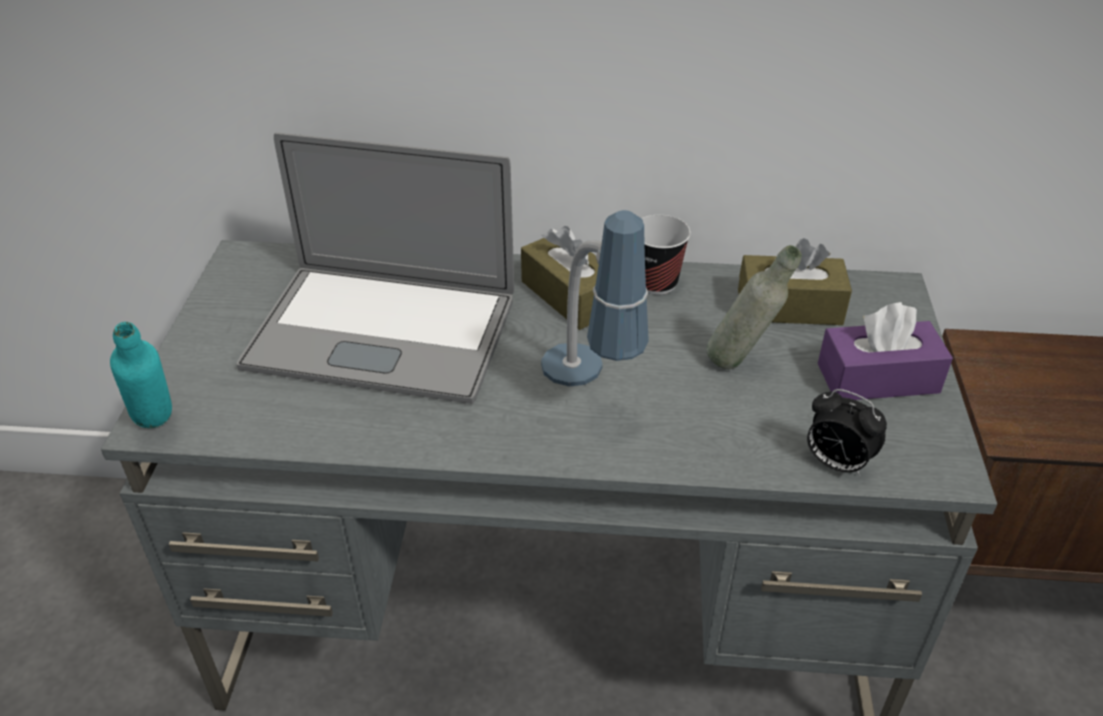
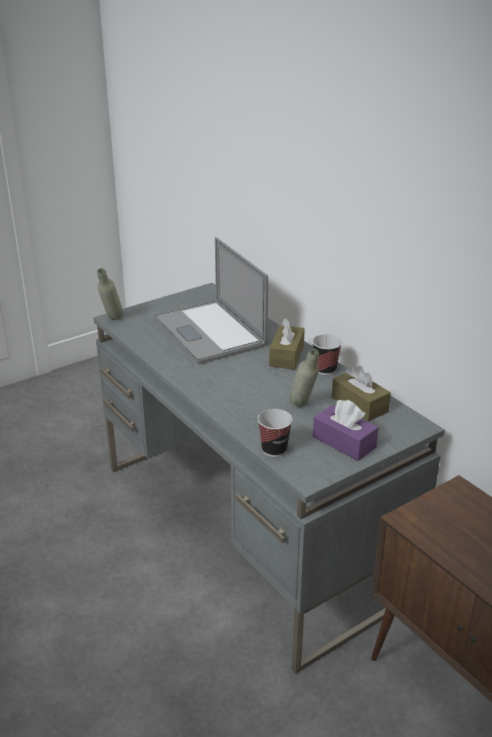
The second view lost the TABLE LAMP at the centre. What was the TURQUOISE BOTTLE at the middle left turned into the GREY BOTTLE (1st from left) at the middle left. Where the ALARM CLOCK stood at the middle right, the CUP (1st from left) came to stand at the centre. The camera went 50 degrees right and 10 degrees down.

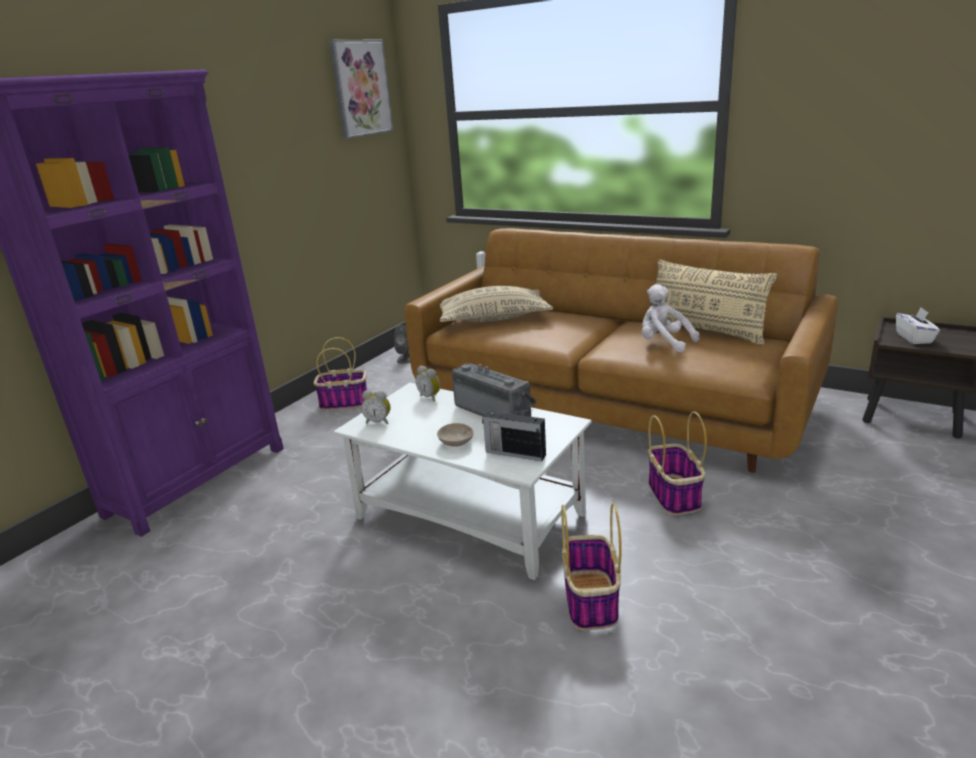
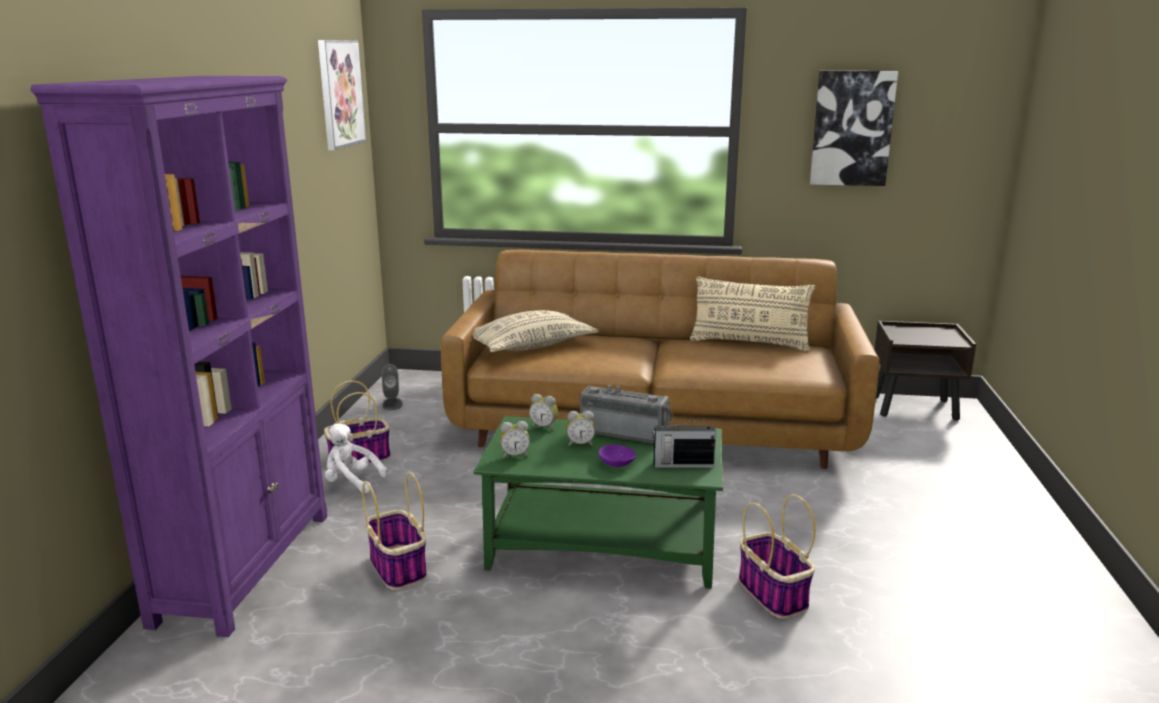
The WHITE PLUSH TOY ended up elsewhere, having gone from the middle right to the middle left. The second view lost the WHITE TISSUE BOX at the middle right. What was the WHITE COFFEE TABLE at the centre turned into the GREEN COFFEE TABLE at the bottom centre. The BASKET (3rd from left in the first image) ended up elsewhere, having gone from the middle right to the bottom centre. What was the BEIGE BOWL at the centre turned into the PURPLE BOWL at the centre. The second view gained the PICTURE (2nd from left) at the top right. The second view gained the ALARM CLOCK (3rd from left) at the centre. The camera went 25 degrees left and 5 degrees down.

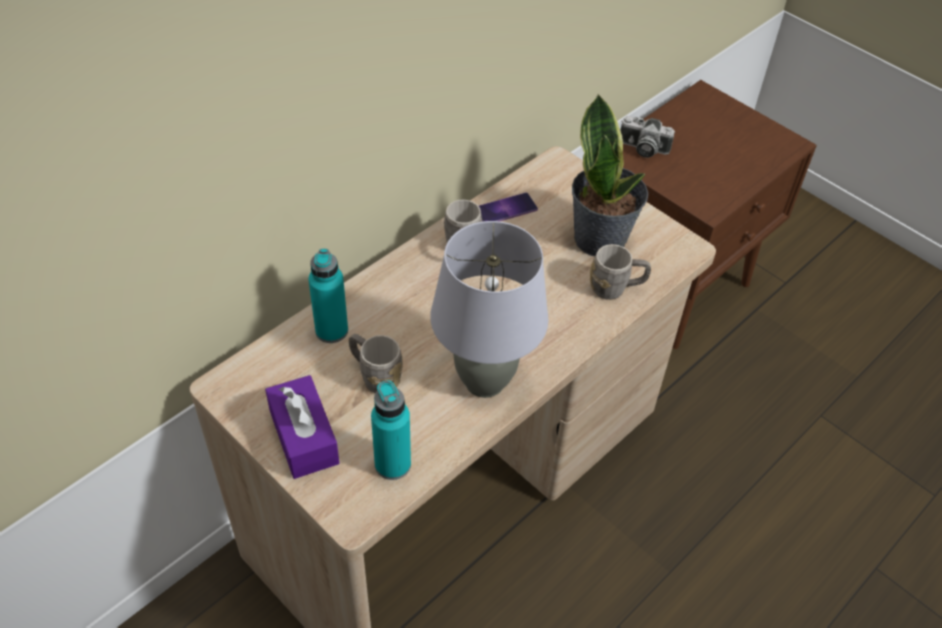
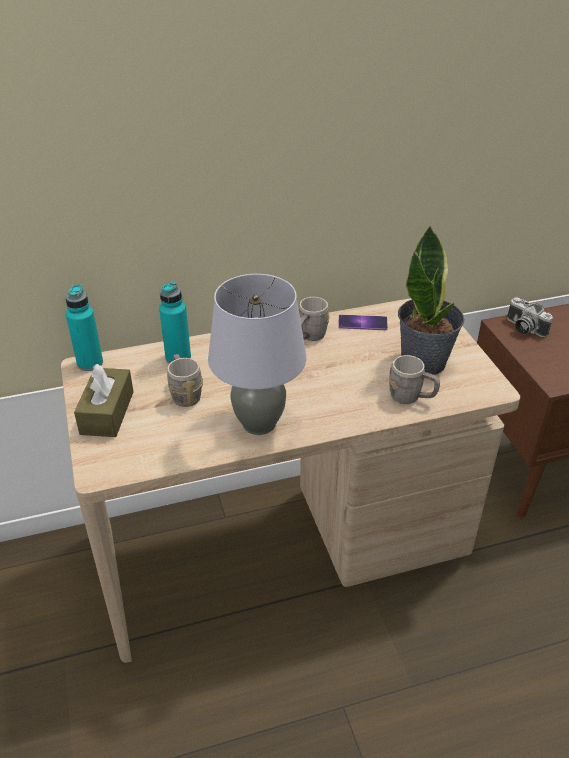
What was the PURPLE TISSUE BOX at the bottom left turned into the BROWN TISSUE BOX at the middle left. The TURQUOISE BOTTLE (2nd from left in the first image) ended up elsewhere, having gone from the bottom centre to the middle left. The camera went 30 degrees right and 10 degrees down.

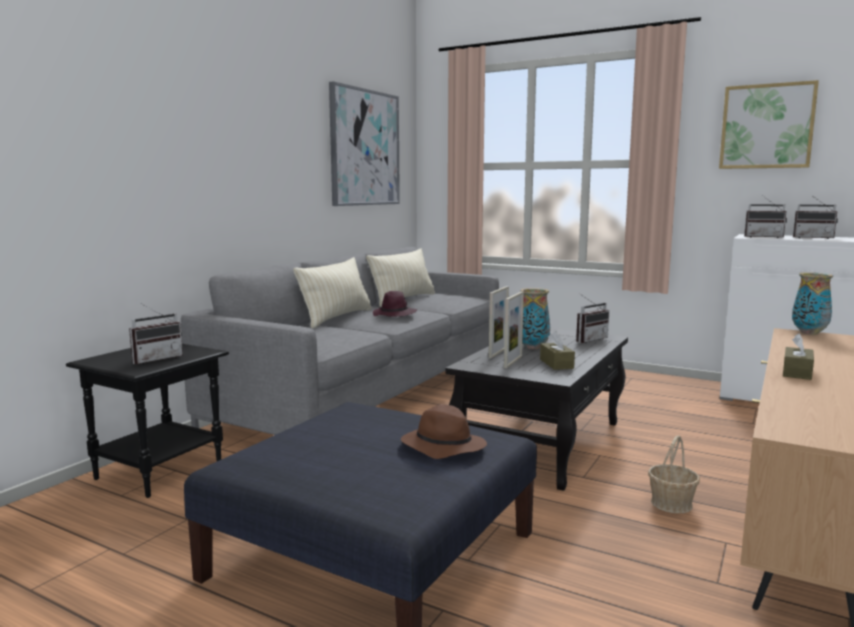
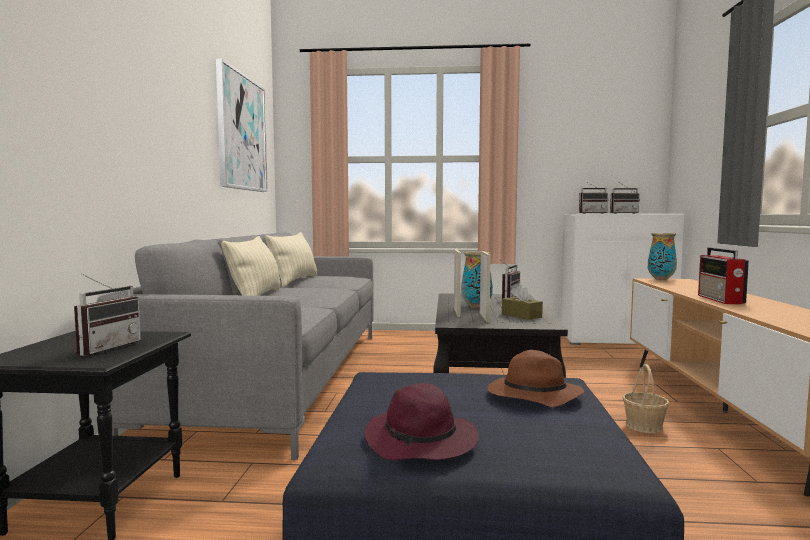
The second view lost the PICTURE (2nd from left) at the top right. The PURPLE HAT ended up elsewhere, having gone from the centre to the bottom centre. Where the BROWN TISSUE BOX (2nd from left) stood at the middle right, the RADIO (5th from left) came to stand at the middle right. The camera went 25 degrees left and 5 degrees down.

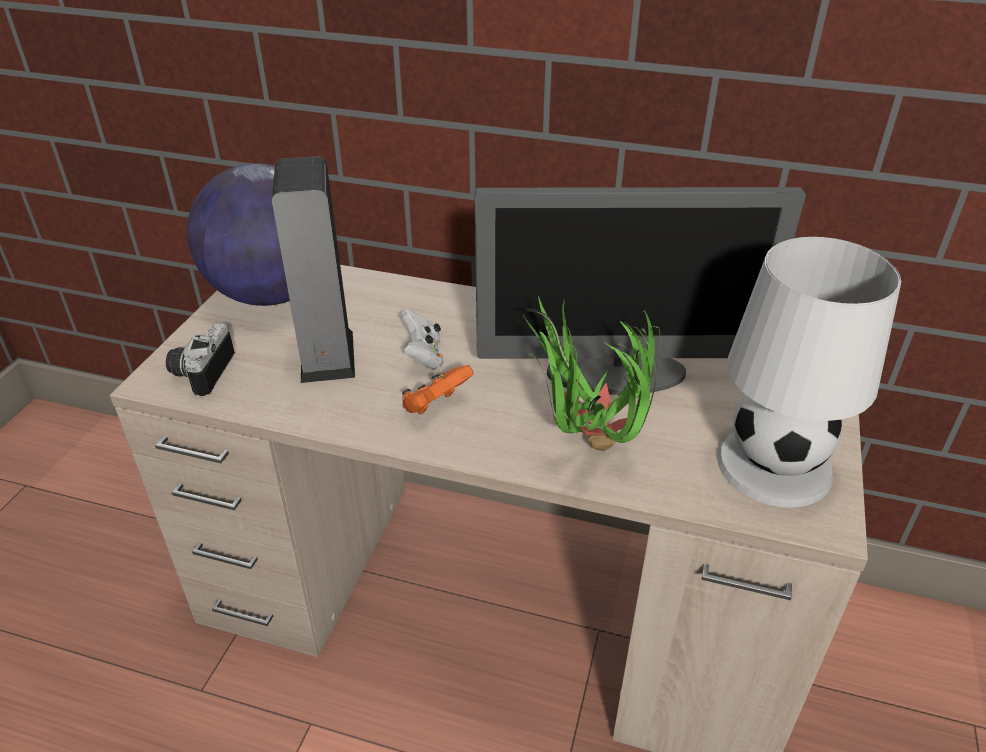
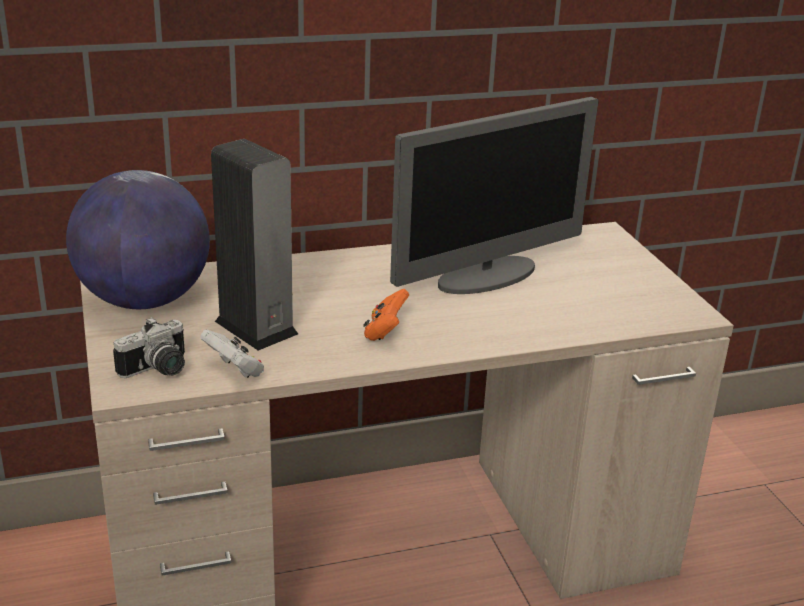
The second view lost the WHITE TABLE LAMP at the middle right. The second view lost the POTTED PLANT at the centre. The WHITE GAME CONTROLLER ended up elsewhere, having gone from the centre to the middle left. The PHOTO CAMERA at the middle left ended up facing another way, 105 degrees counterclockwise from before. The camera went 35 degrees left and 10 degrees down.

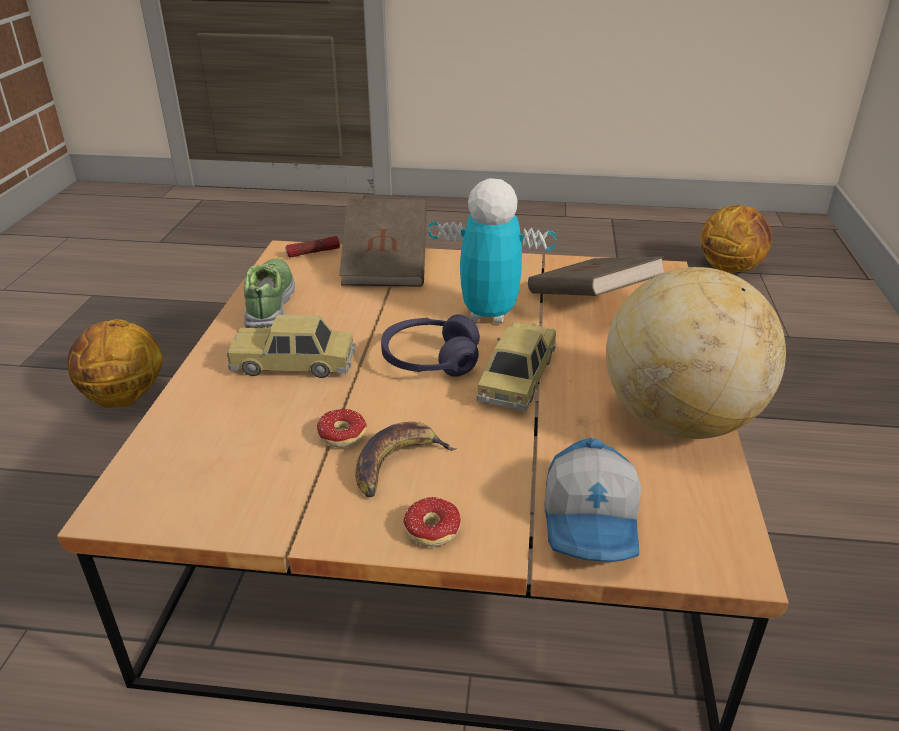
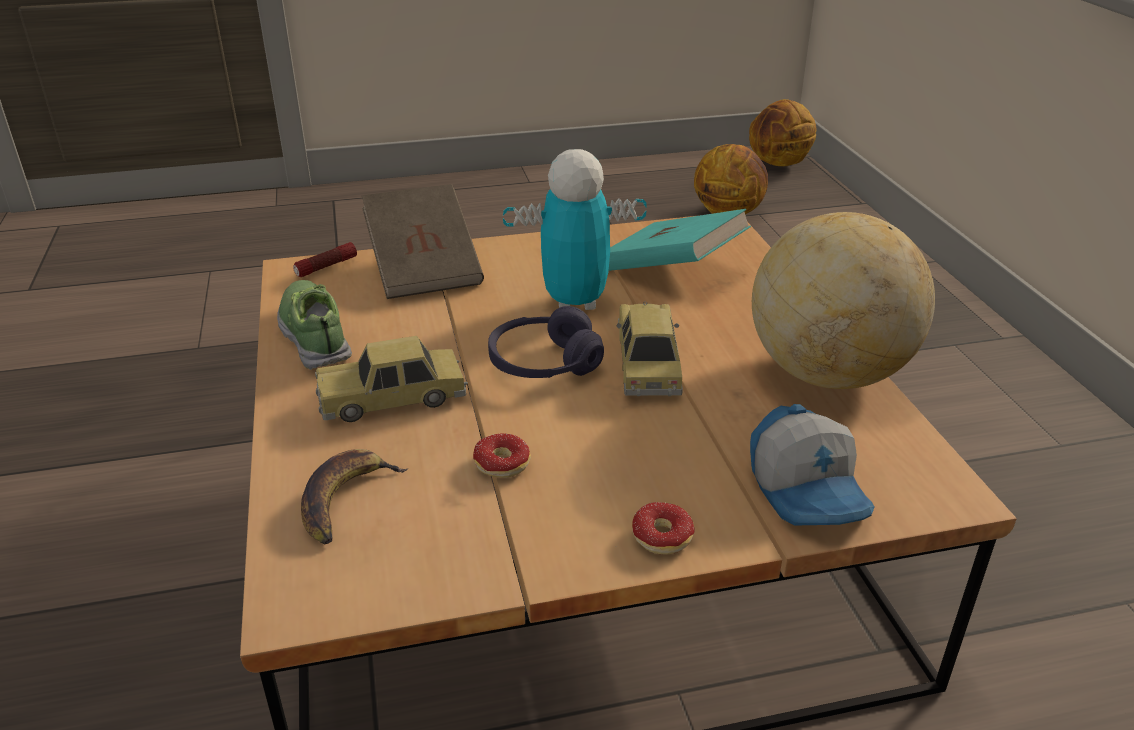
What was the BROWN BOOK (2nd from left) at the centre turned into the TURQUOISE BOOK at the top centre. The BASKETBALL (1st from left in the first image) ended up elsewhere, having gone from the middle left to the top right. The BANANA ended up elsewhere, having gone from the centre to the bottom left. The camera went 20 degrees left and 0 degrees up.

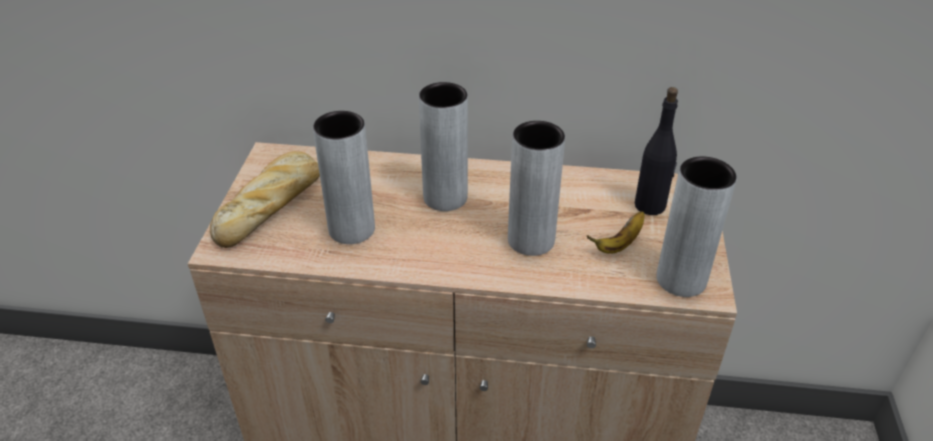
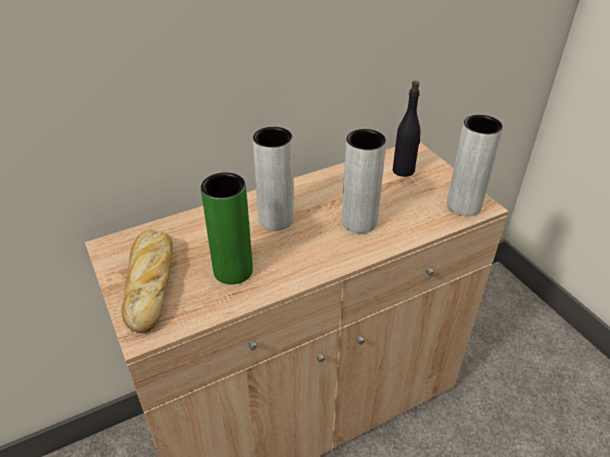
What was the GREY VASE (1st from left) at the centre turned into the GREEN VASE at the centre. The second view lost the BANANA at the centre. The camera went 35 degrees left and 0 degrees up.

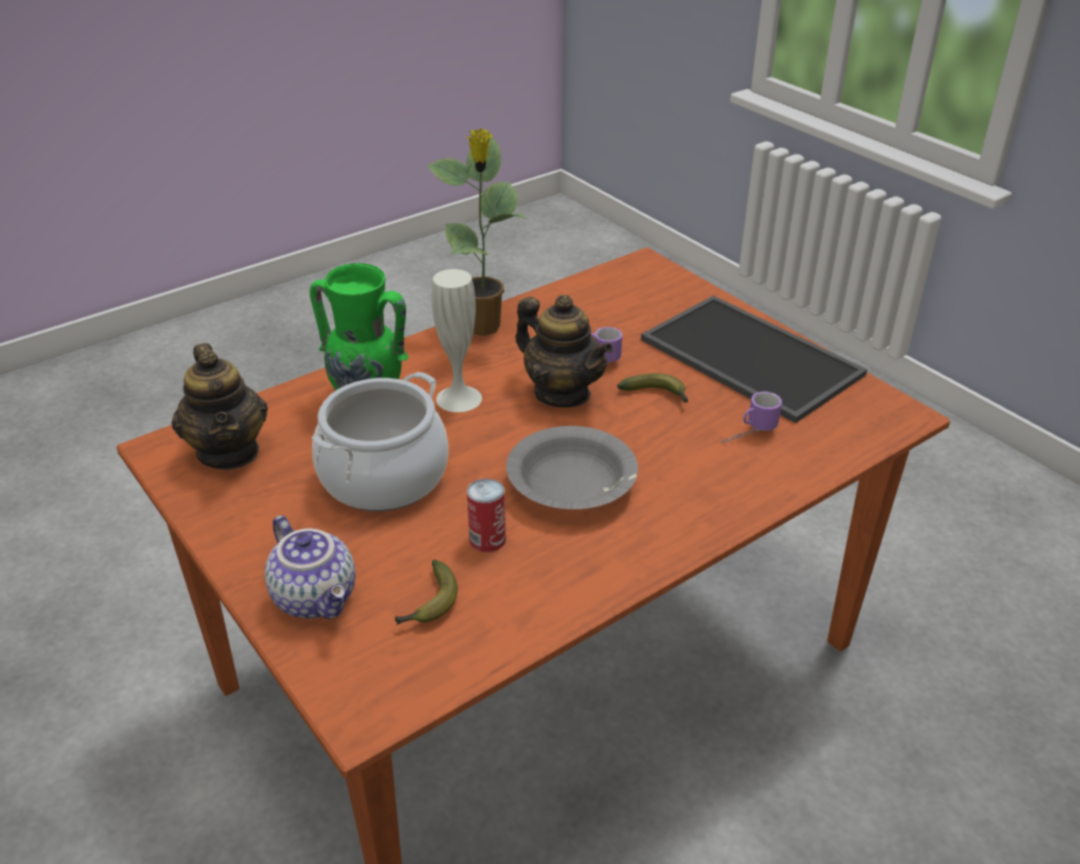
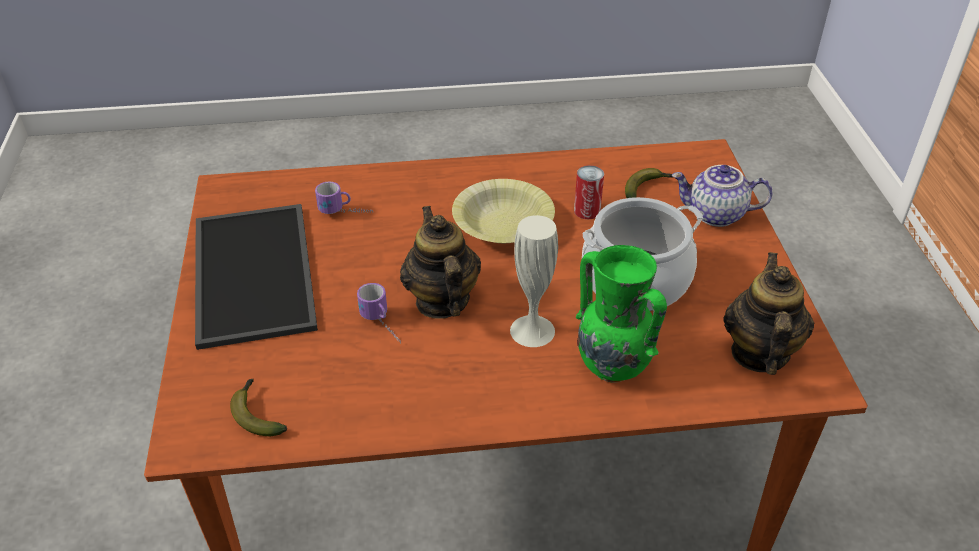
The second view lost the POTTED PLANT at the top centre. The BANANA (2nd from left in the first image) ended up elsewhere, having gone from the centre to the bottom left. What was the GREY BOWL at the centre turned into the YELLOW BOWL at the centre. The TEAPOT (2nd from left) at the middle left ended up facing another way, 75 degrees counterclockwise from before. The camera went 150 degrees left and 5 degrees up.

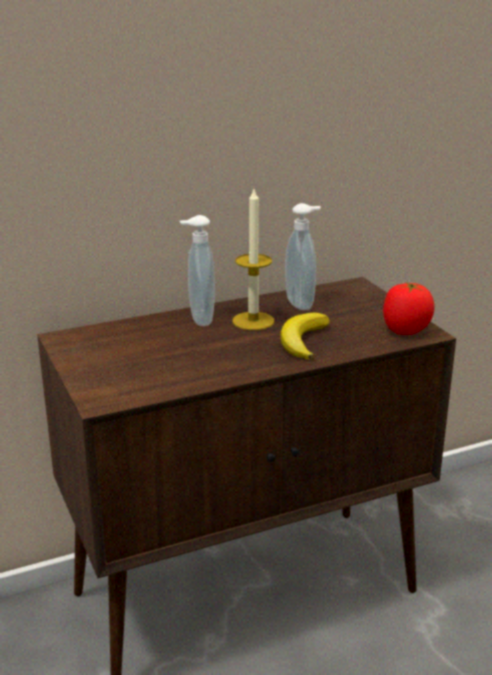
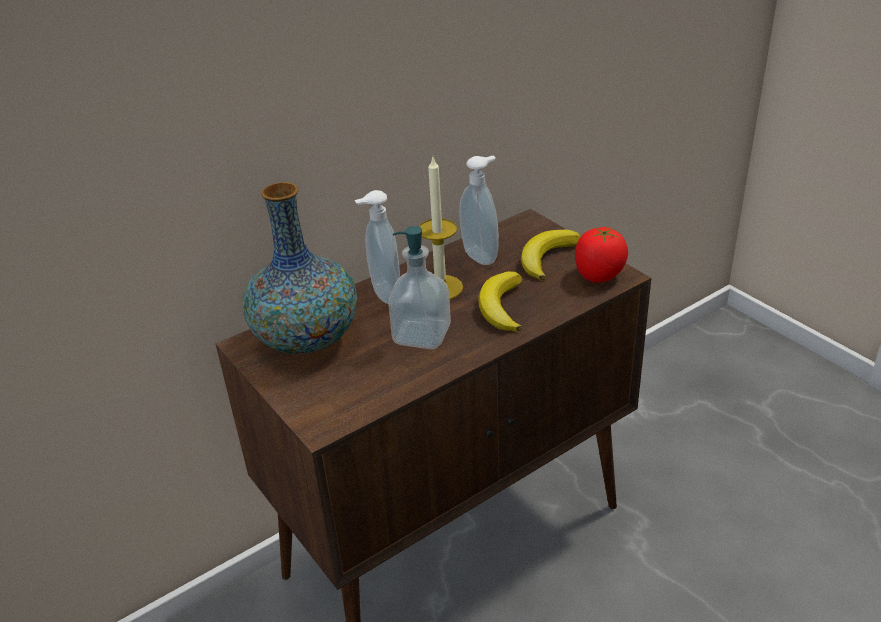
The second view gained the VASE at the centre. The second view gained the SOAP DISPENSER (2nd from left) at the centre. The second view gained the BANANA (2nd from left) at the centre. The camera went 10 degrees left and 10 degrees up.

